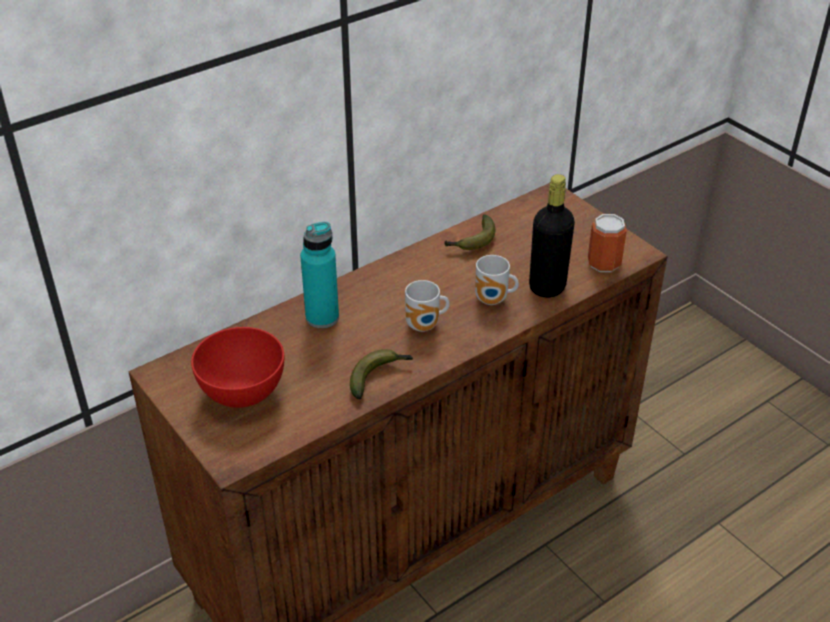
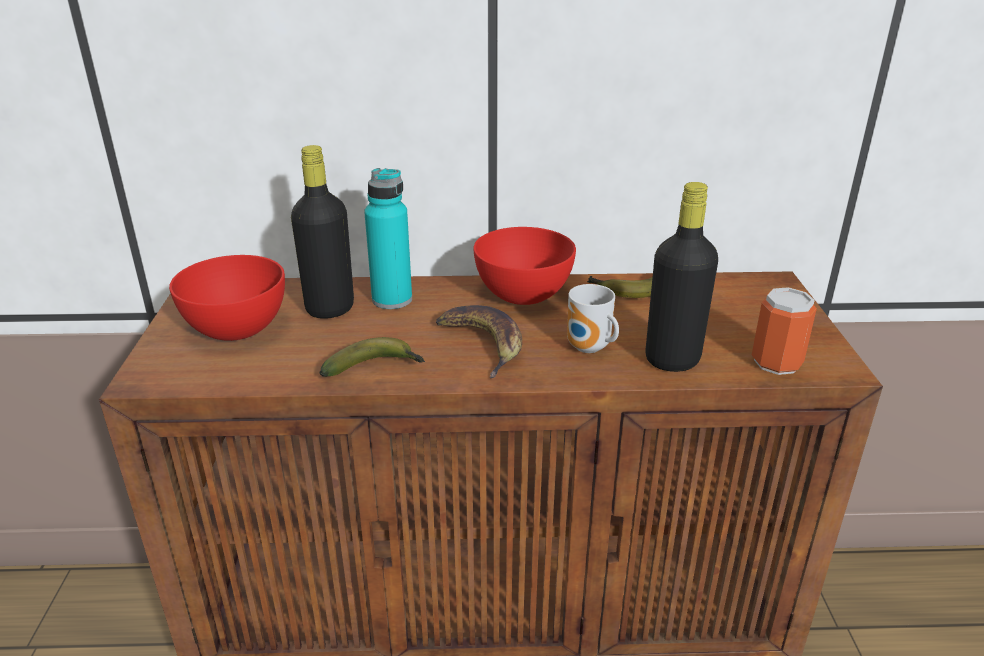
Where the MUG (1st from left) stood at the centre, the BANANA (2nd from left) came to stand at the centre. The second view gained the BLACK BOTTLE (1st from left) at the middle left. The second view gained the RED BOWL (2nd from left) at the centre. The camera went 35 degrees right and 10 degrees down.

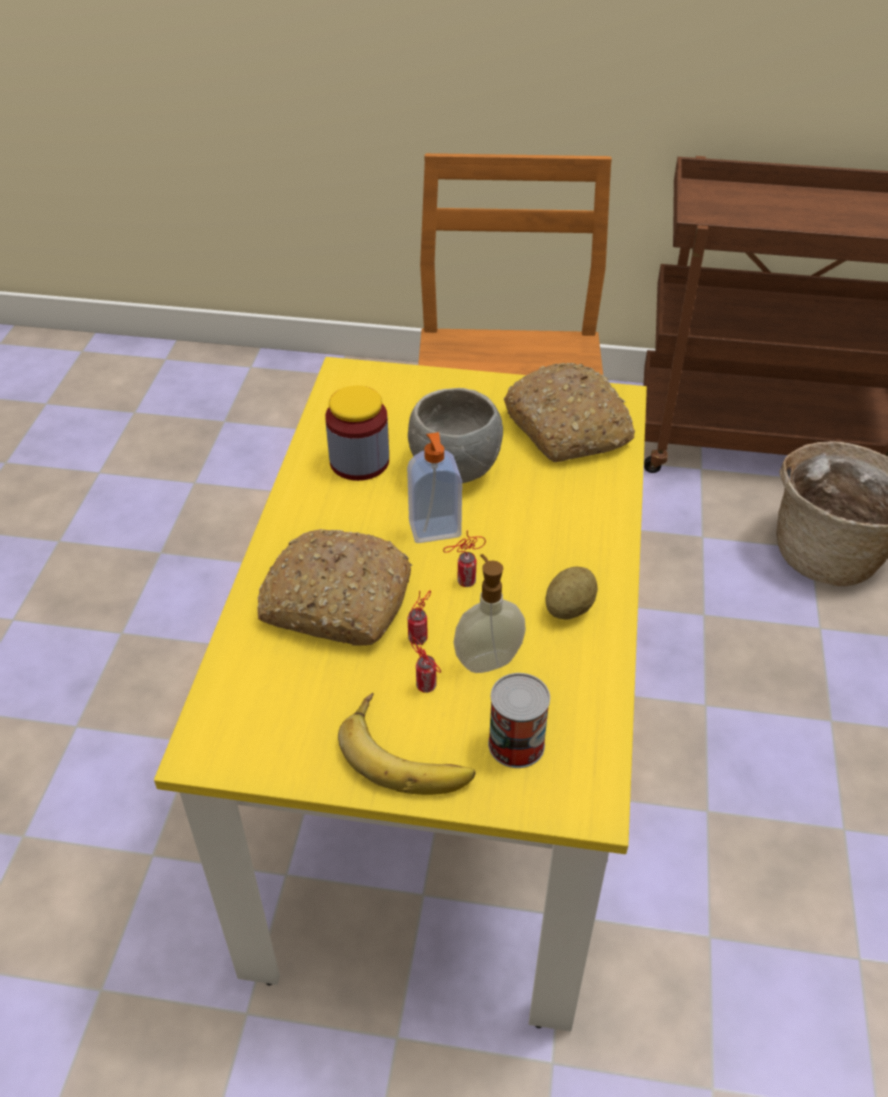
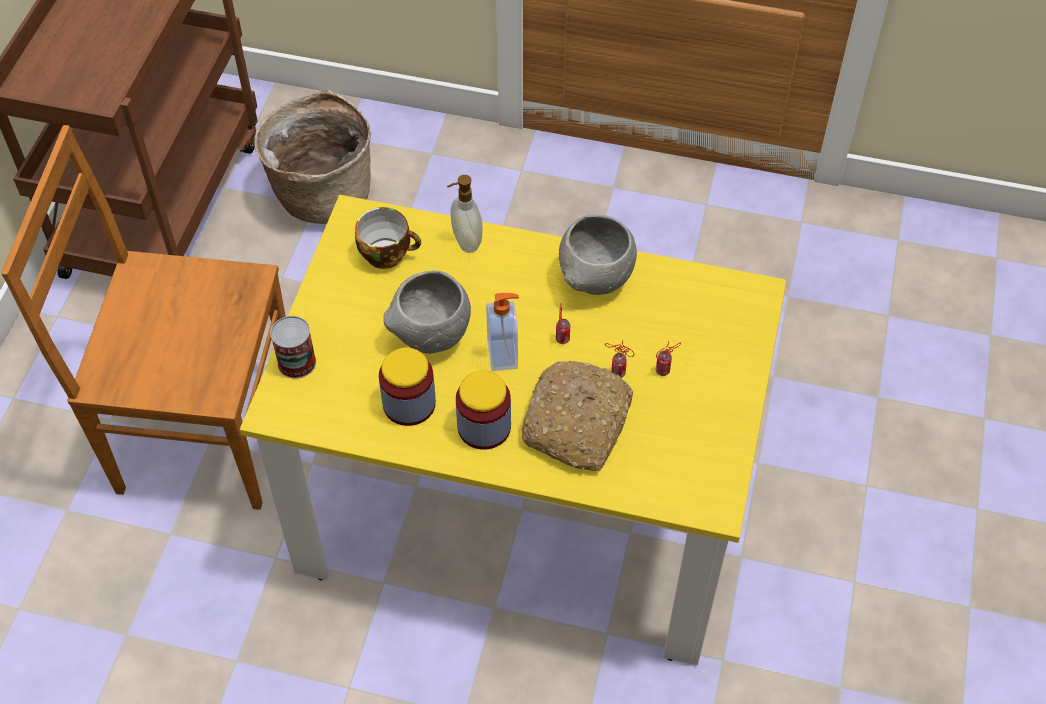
Where the BREAD (2nd from left) stood at the centre, the CUP came to stand at the centre. The SOAP DISPENSER (2nd from left in the first image) ended up elsewhere, having gone from the centre to the top centre. Where the POTATO stood at the centre, the GREY BOWL (2nd from left) came to stand at the centre. The CAN (4th from left in the first image) ended up elsewhere, having gone from the centre to the middle left. The second view lost the BANANA at the bottom centre. The second view gained the JAR (2nd from left) at the centre. The camera went 85 degrees left and 10 degrees up.

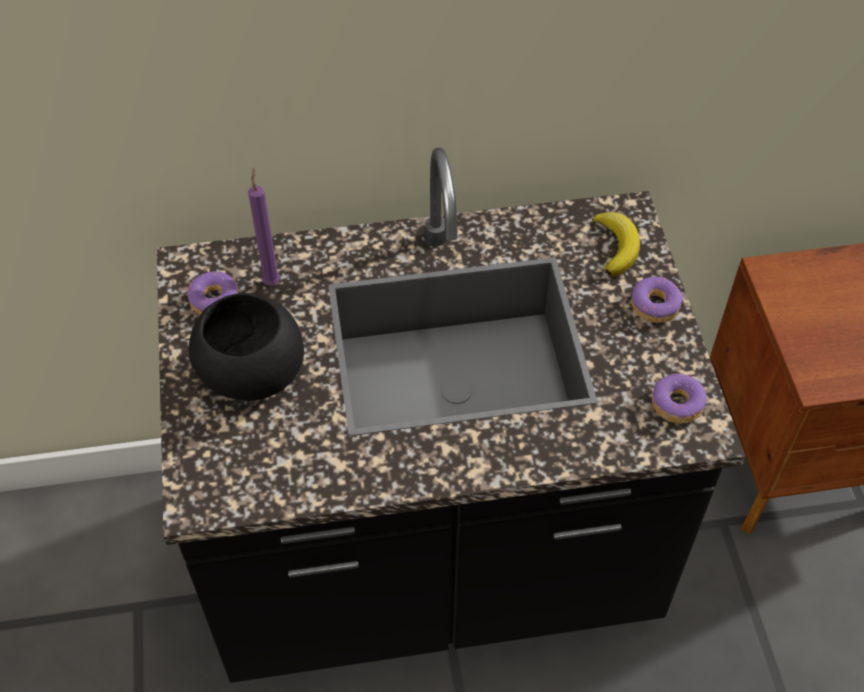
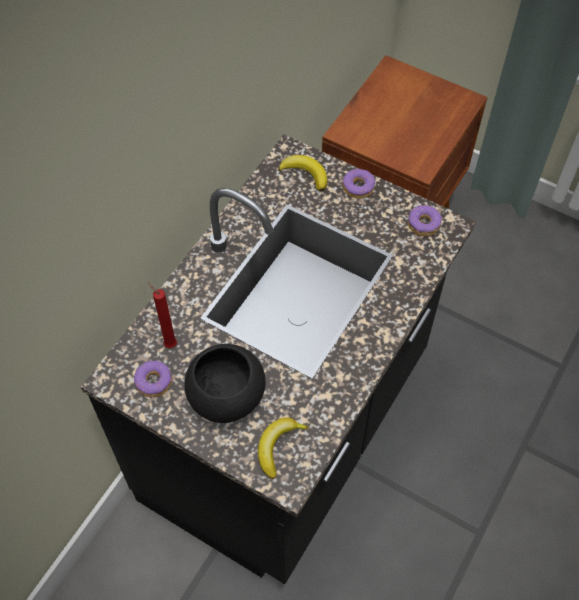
What was the PURPLE CANDLE at the top left turned into the RED CANDLE at the middle left. The second view gained the BANANA (1st from left) at the bottom centre. The camera went 50 degrees left and 5 degrees up.

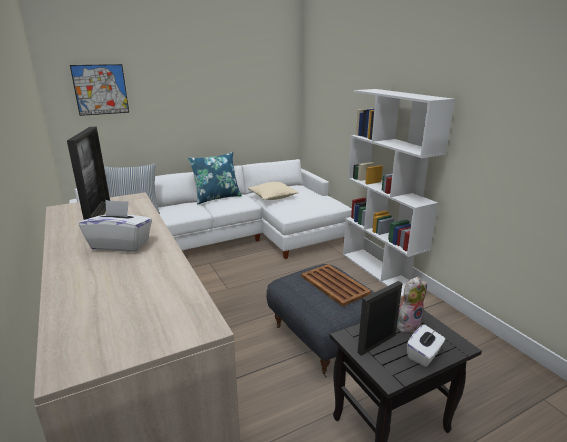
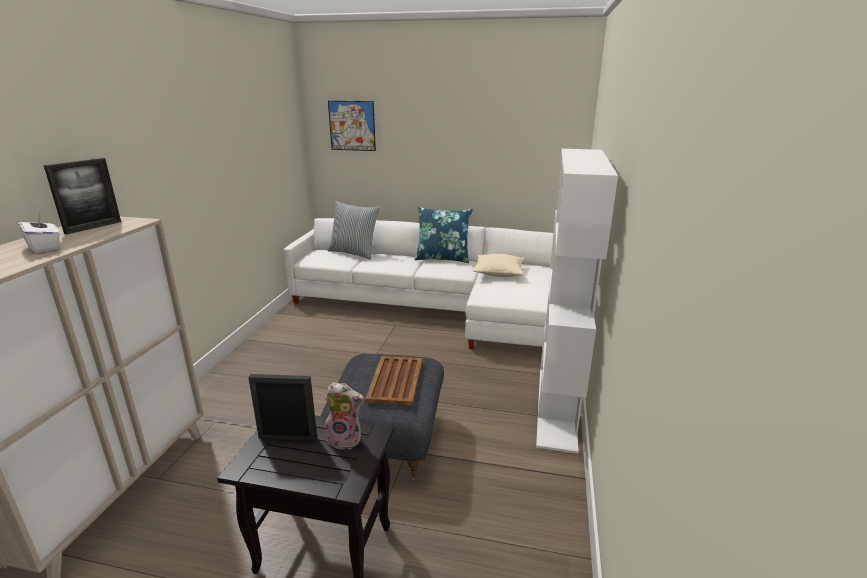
The second view lost the WHITE TISSUE BOX (2nd from left) at the bottom right. The camera went 40 degrees right and 0 degrees up.

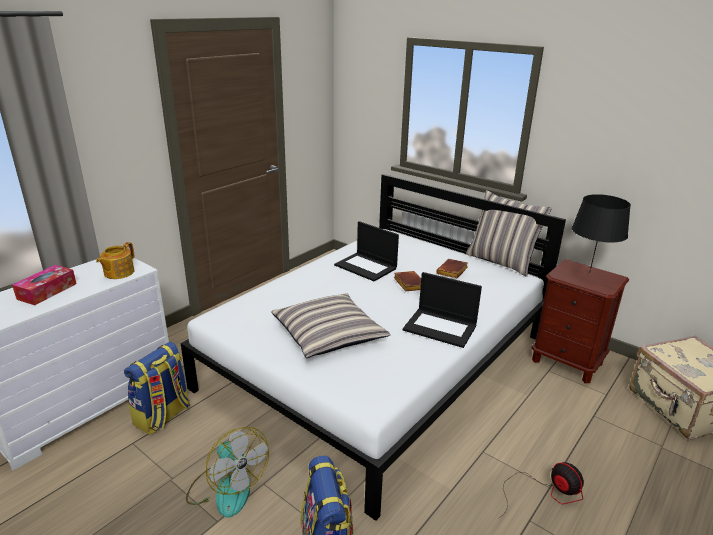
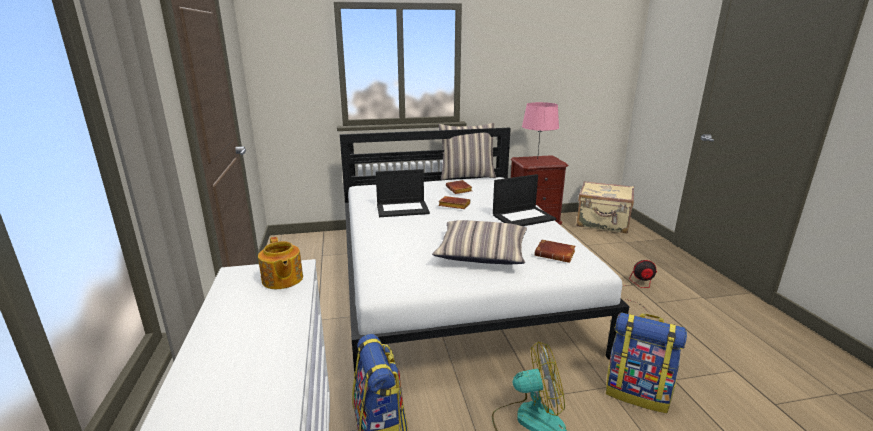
What was the BLACK TABLE LAMP at the middle right turned into the PINK TABLE LAMP at the top centre. The second view lost the TISSUE BOX at the middle left. The second view gained the BROWN BOOK (3rd from left) at the centre. The camera went 50 degrees left and 5 degrees down.

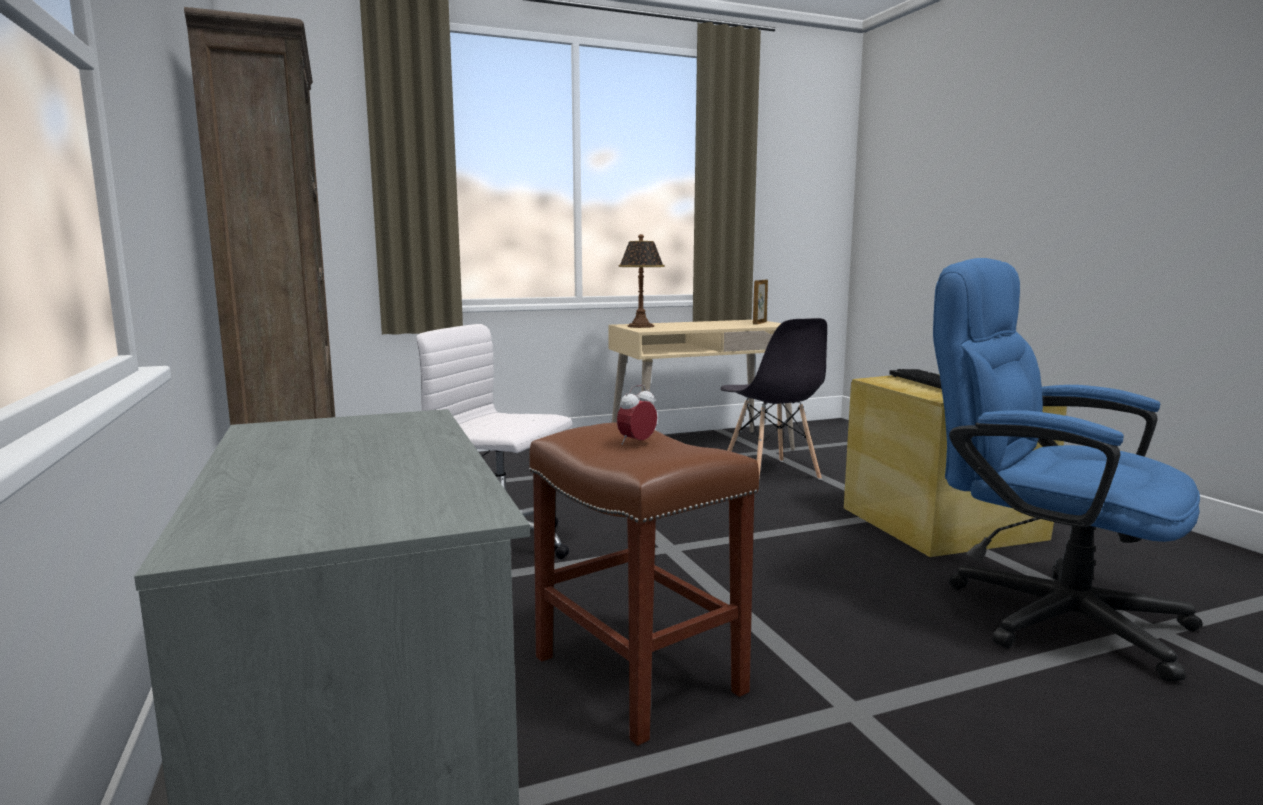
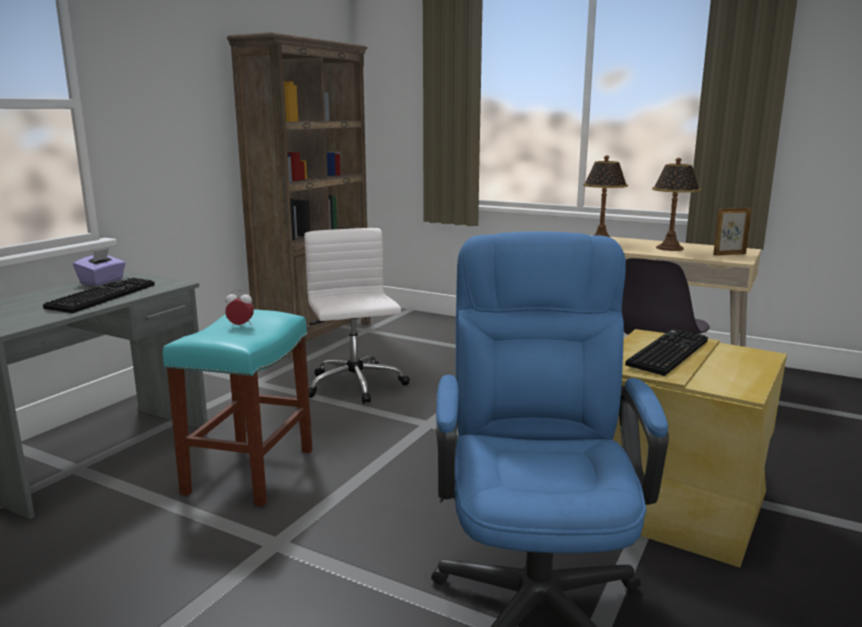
What was the BROWN STOOL at the bottom centre turned into the TURQUOISE STOOL at the middle left. The second view gained the TABLE LAMP (2nd from left) at the top right. The second view gained the PURPLE TISSUE BOX at the middle left. The second view gained the KEYBOARD (1st from left) at the middle left. The camera went 50 degrees right and 5 degrees up.

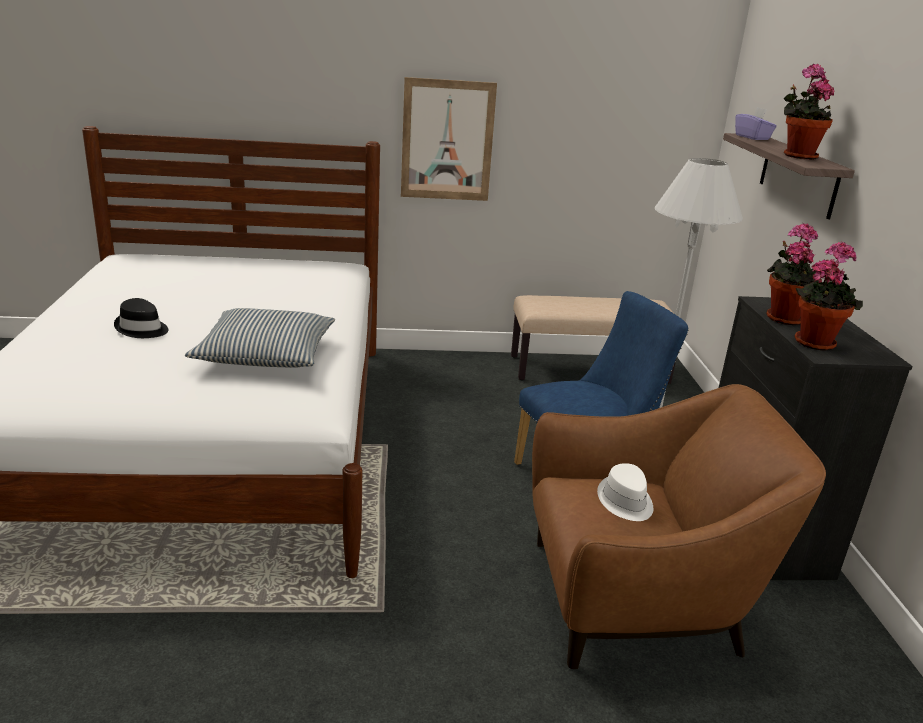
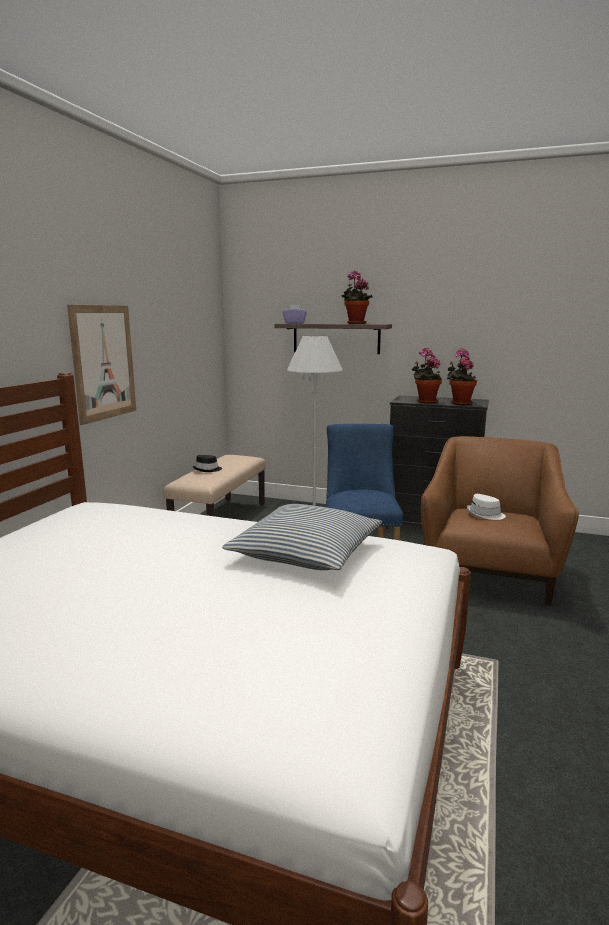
The BLACK HAT ended up elsewhere, having gone from the middle left to the centre. The camera went 65 degrees left and 10 degrees down.

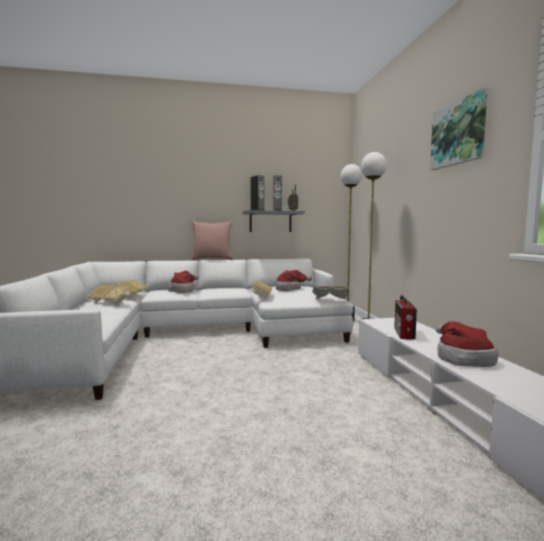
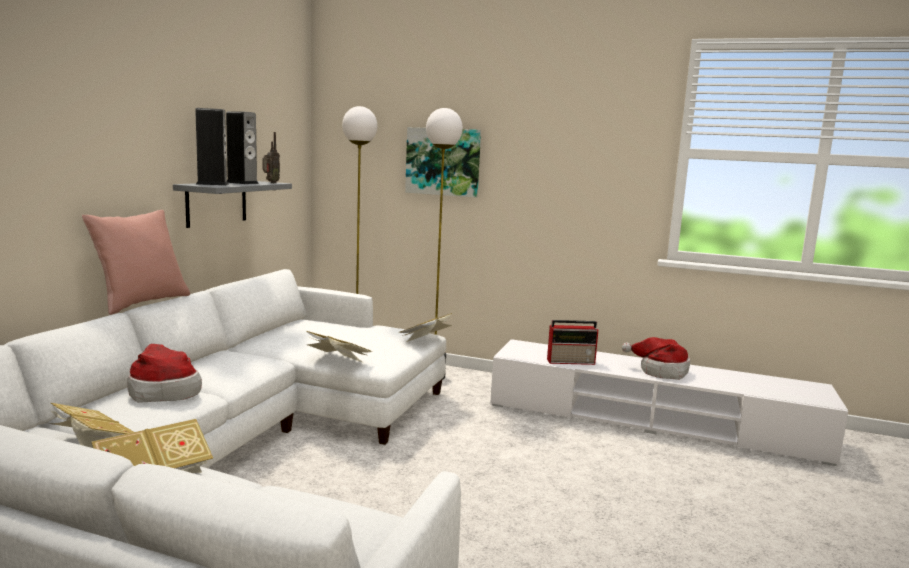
The PICTURE ended up elsewhere, having gone from the top right to the top centre. The second view lost the HAT (2nd from left) at the centre. The RADIO (2nd from left) at the middle right ended up facing another way, 45 degrees counterclockwise from before. The camera went 60 degrees left and 5 degrees up.

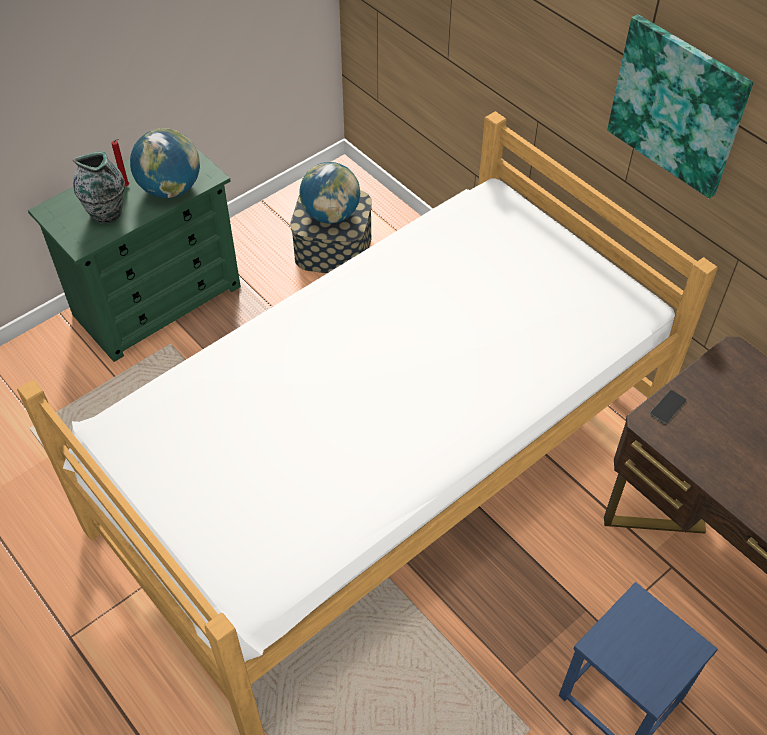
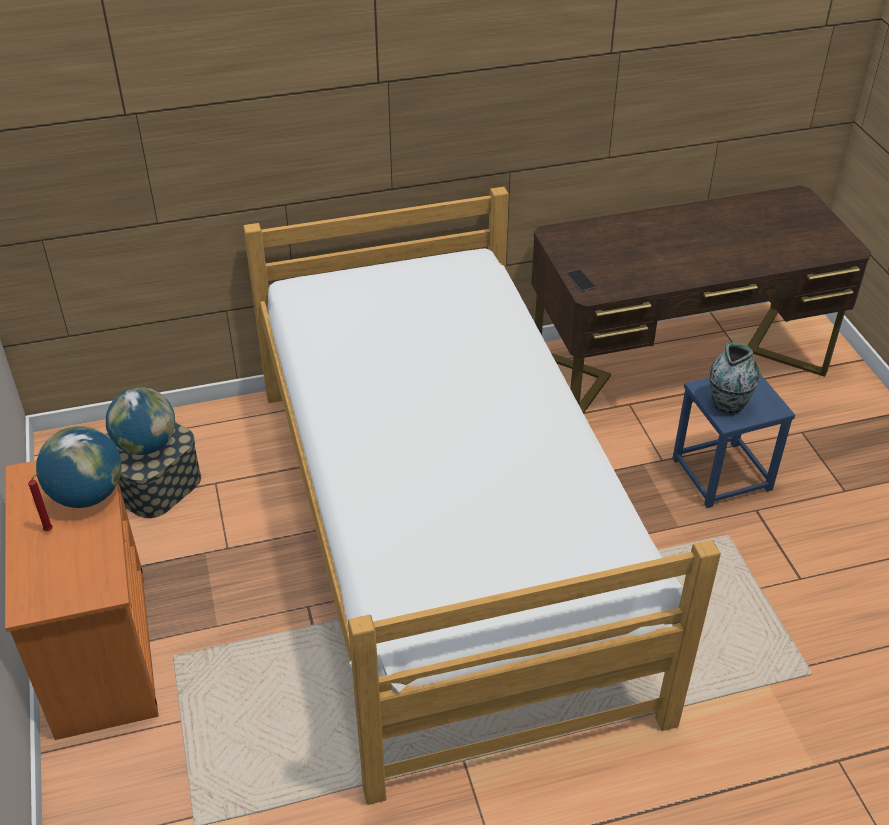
The second view lost the PICTURE at the top right. What was the GREEN DRESSER at the middle left turned into the ORANGE DRESSER at the bottom left. The VASE ended up elsewhere, having gone from the top left to the middle right. The camera went 65 degrees left and 10 degrees down.

